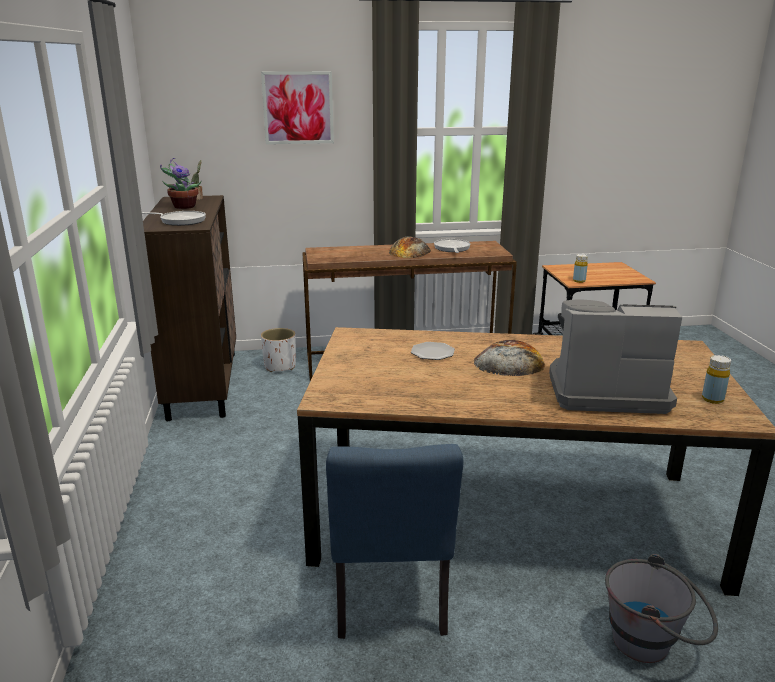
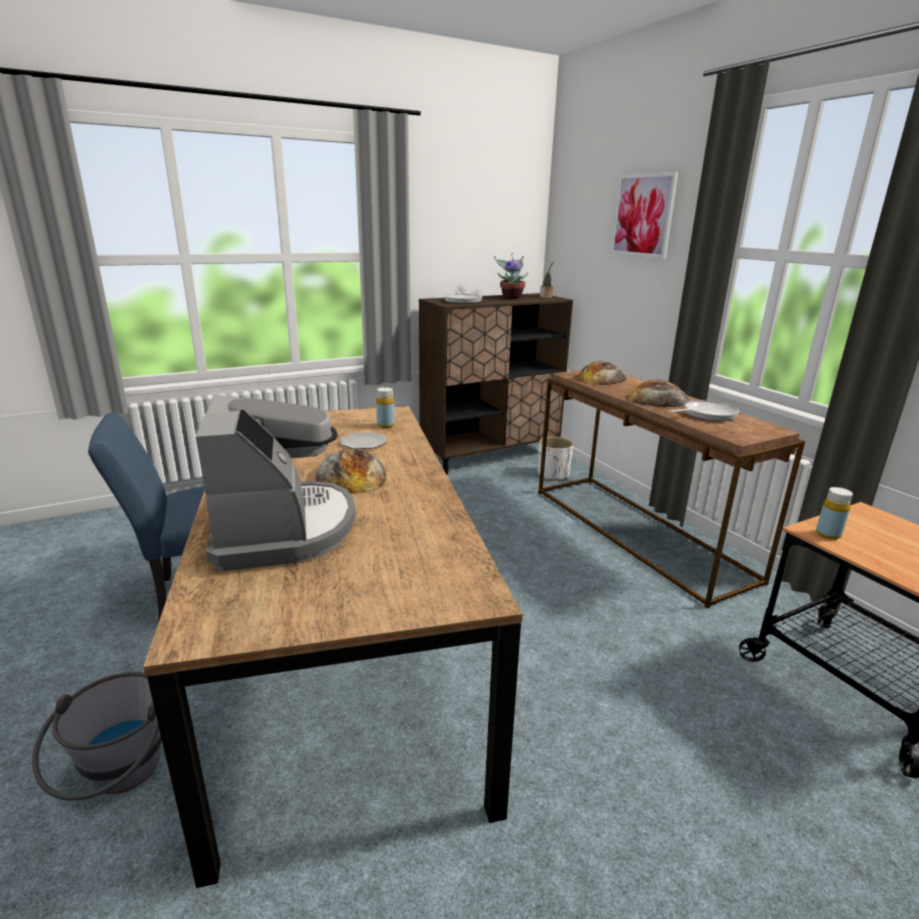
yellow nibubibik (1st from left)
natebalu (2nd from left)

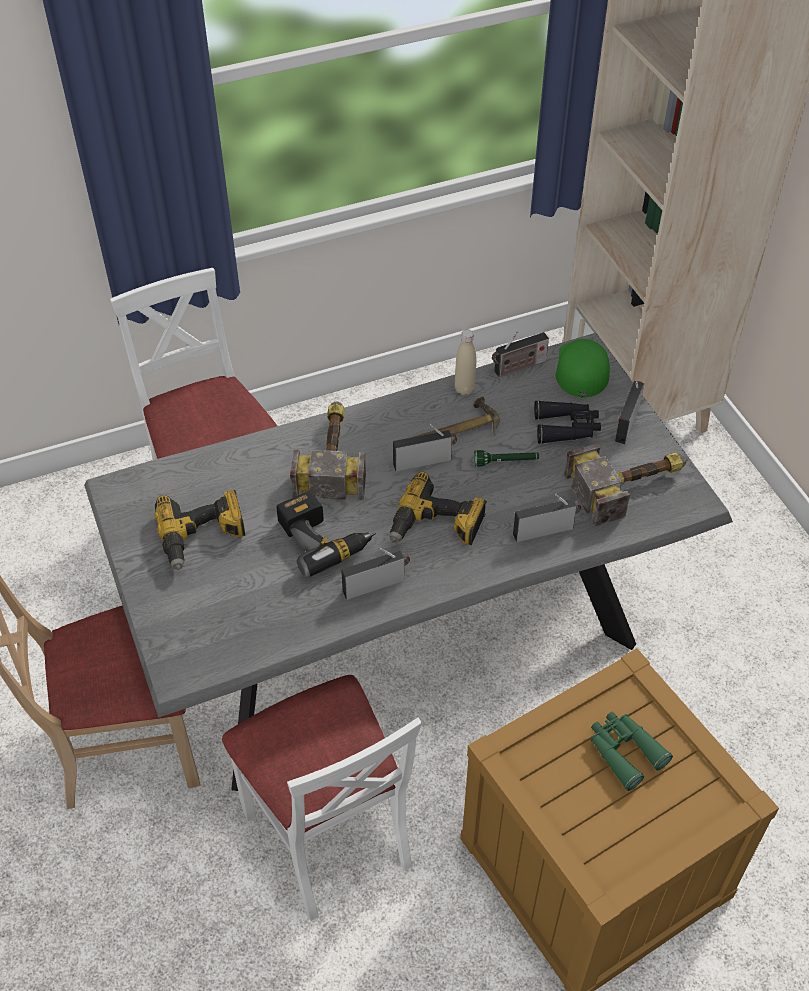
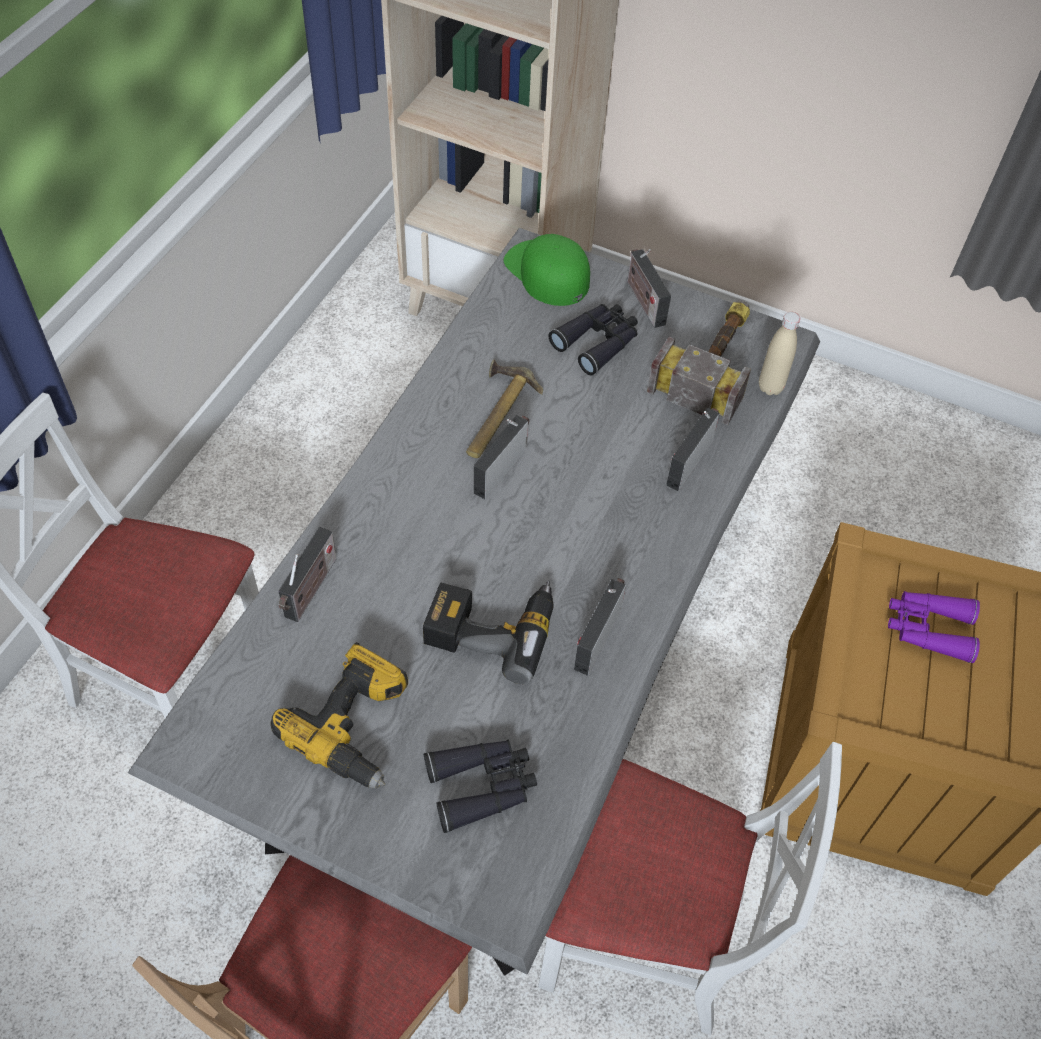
beige nibubibik
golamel (1st from left)
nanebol (1st from left in the first image)
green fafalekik
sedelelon (3rd from left in the first image)
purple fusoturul
black fusoturul (1st from left)

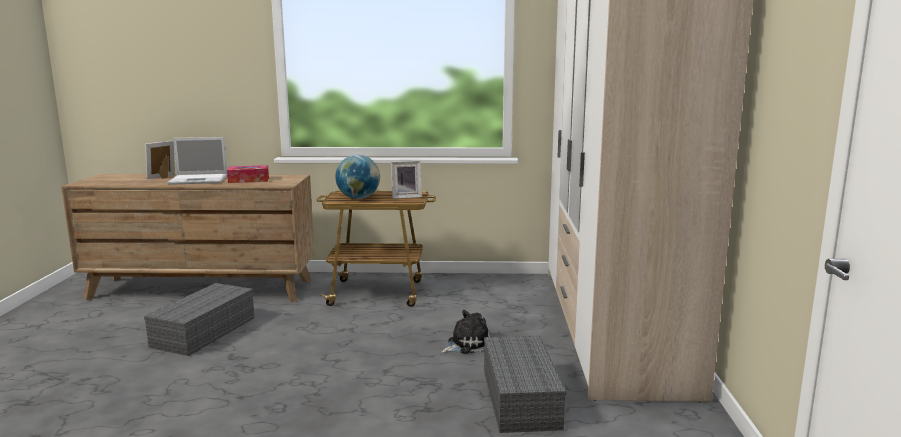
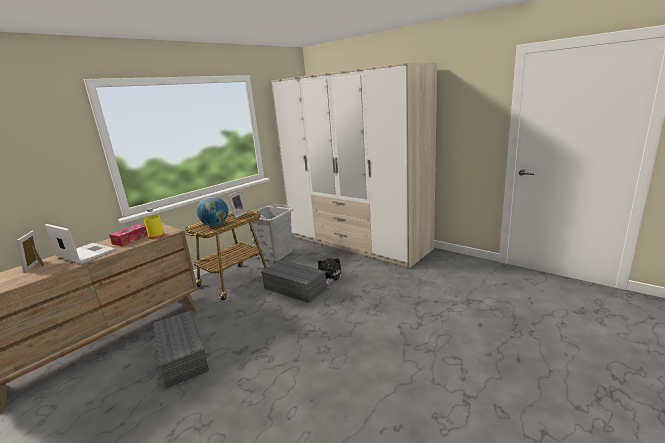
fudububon
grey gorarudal (2nd from left)
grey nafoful
yellow nibubibik

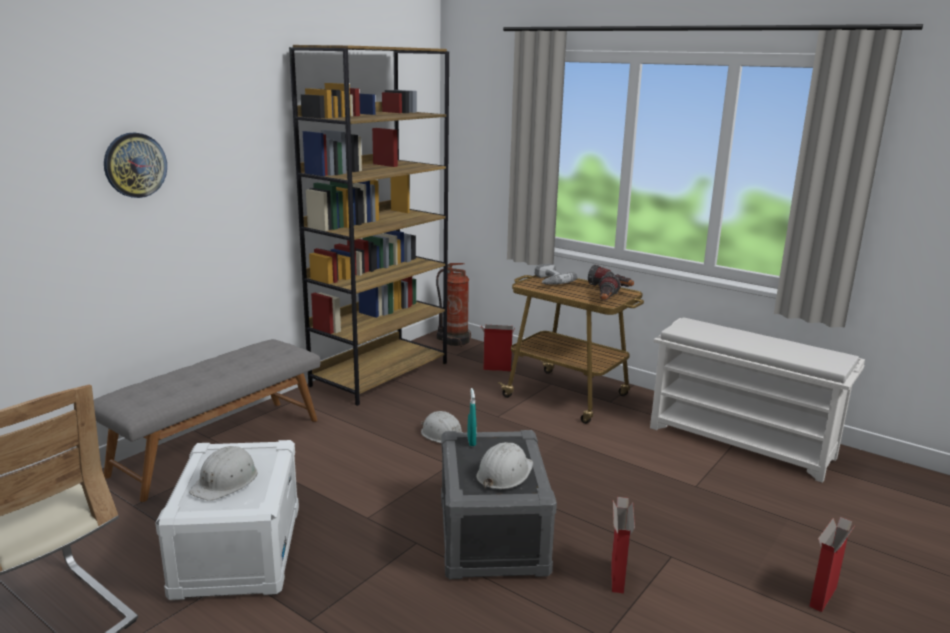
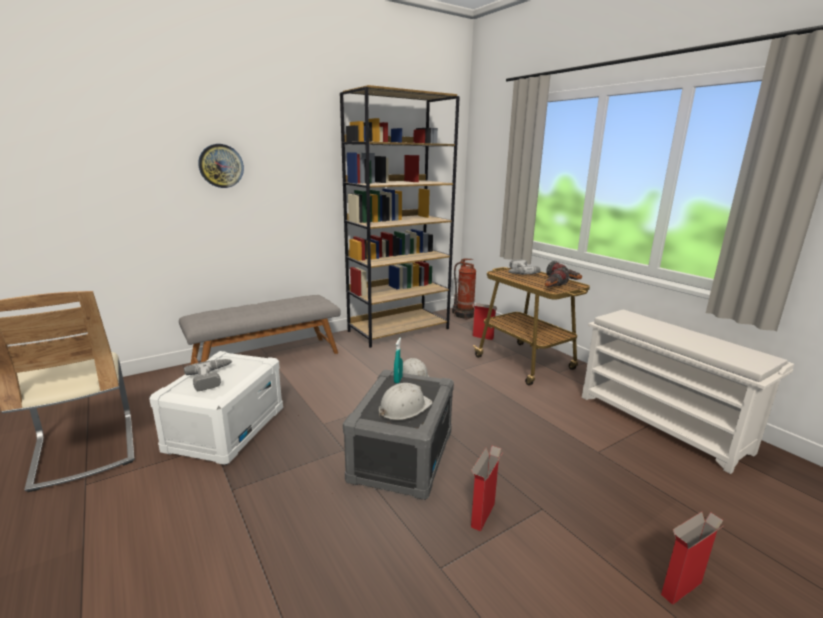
sedelelon (1st from left)

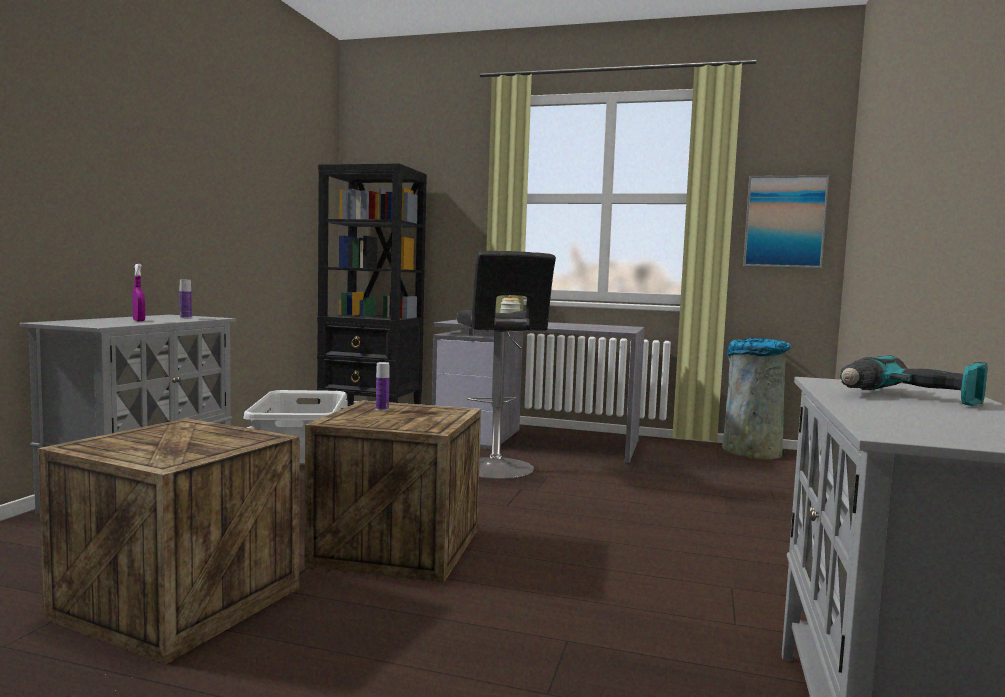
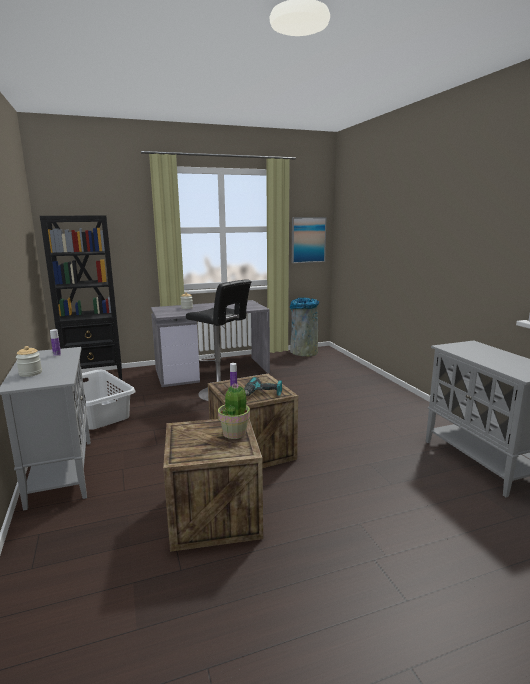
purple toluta
sedelelon
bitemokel (1st from left)
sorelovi

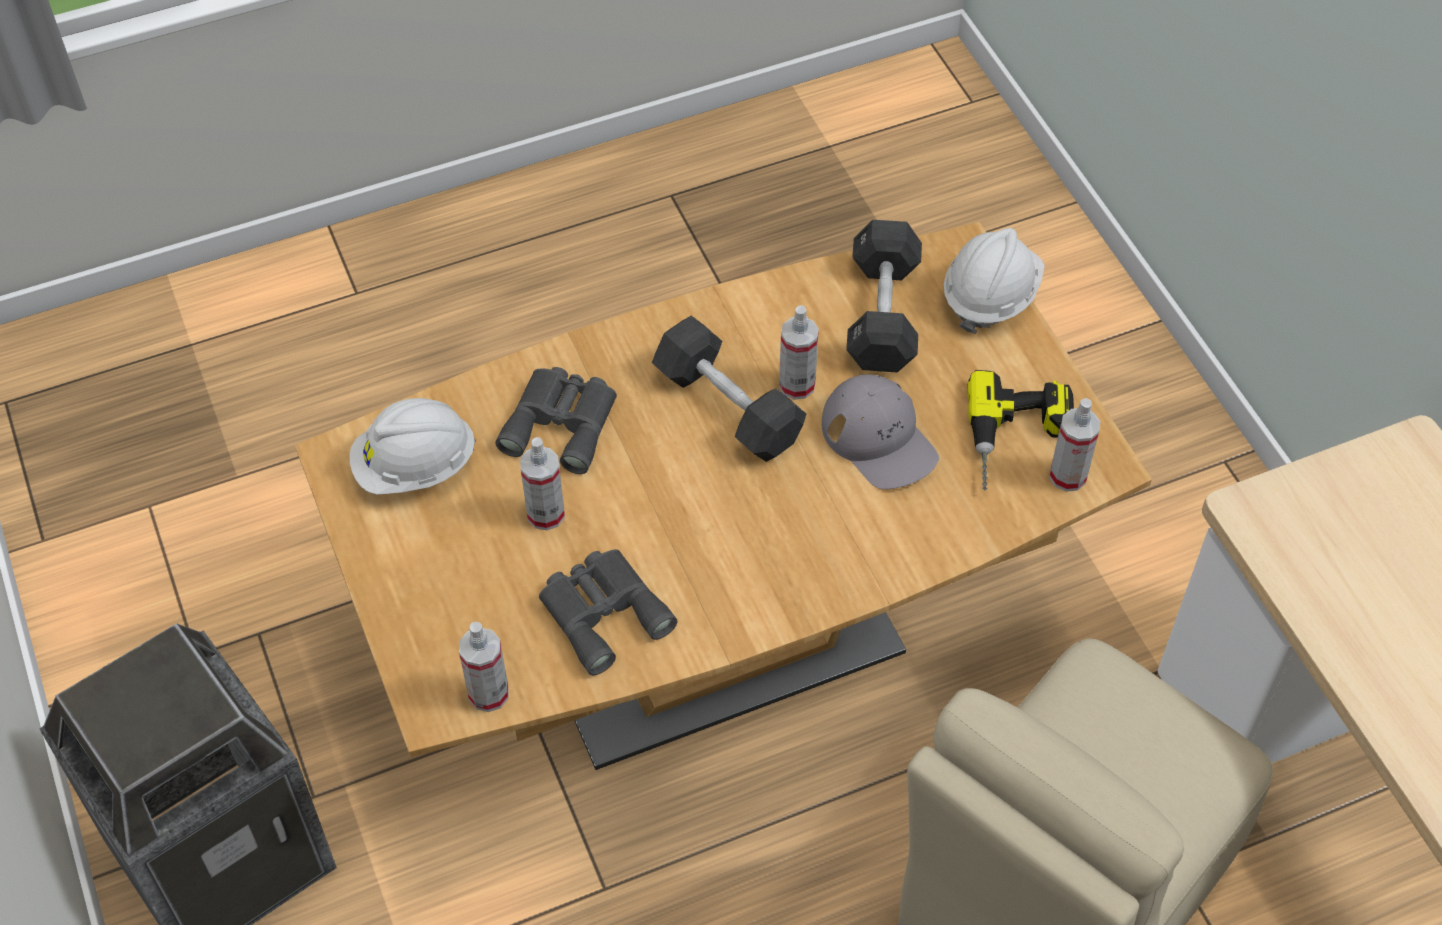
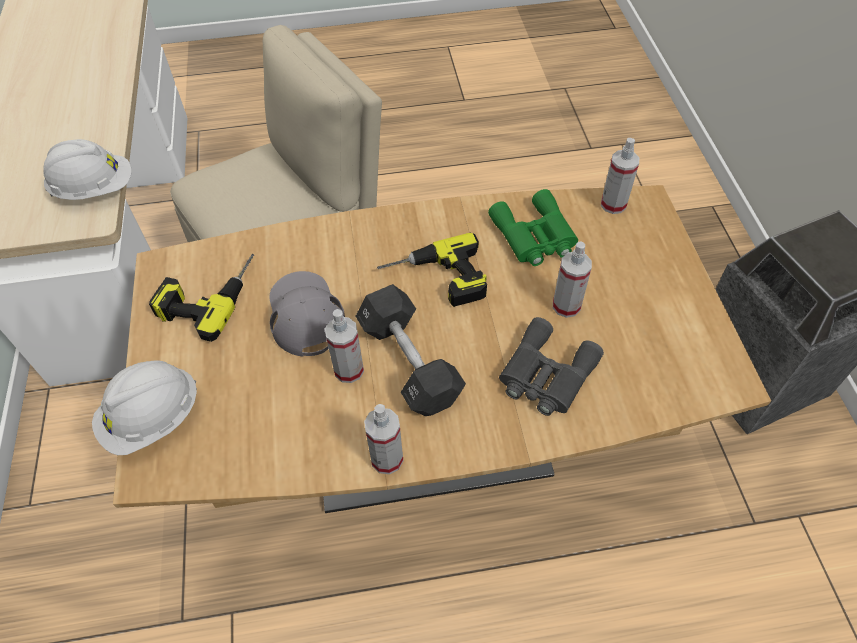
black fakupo (2nd from left in the first image)
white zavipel (1st from left)
toluta (2nd from left)
green fusoturul
sedelelon (2nd from left)

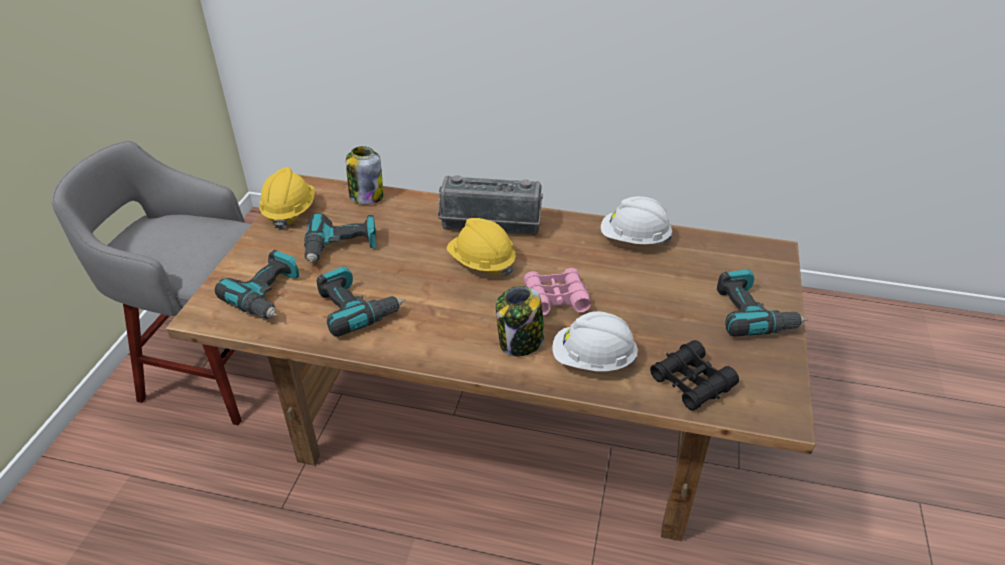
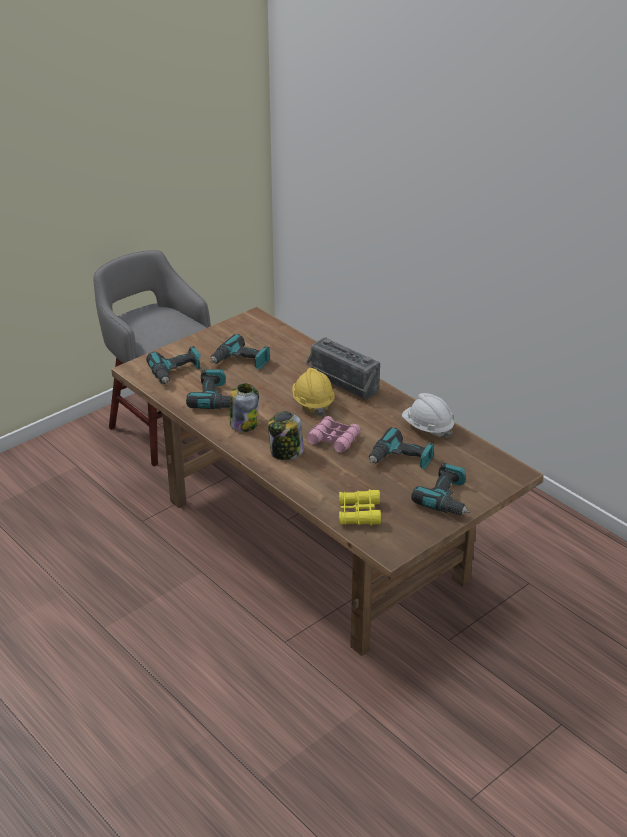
bitemokel (1st from left)
yellow zavipel (1st from left in the first image)
white zavipel (1st from left in the first image)
yellow fusoturul
sedelelon (4th from left)

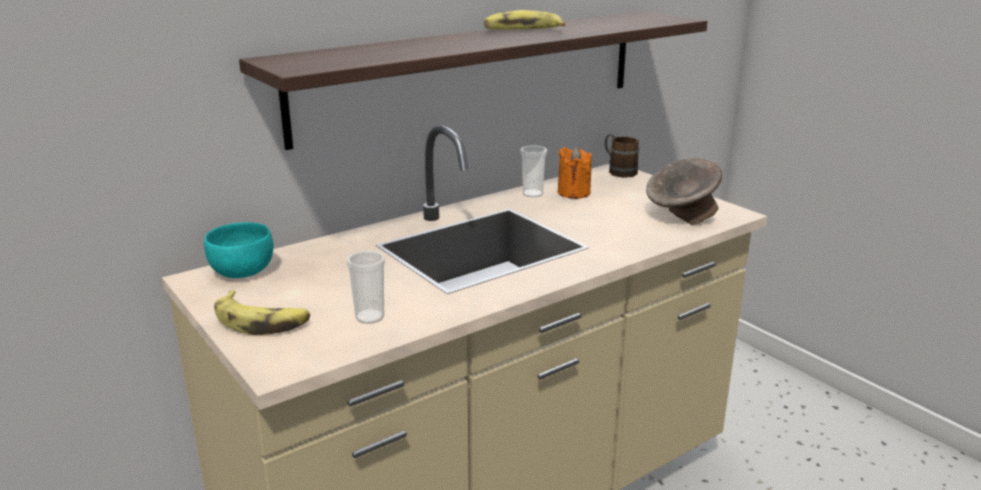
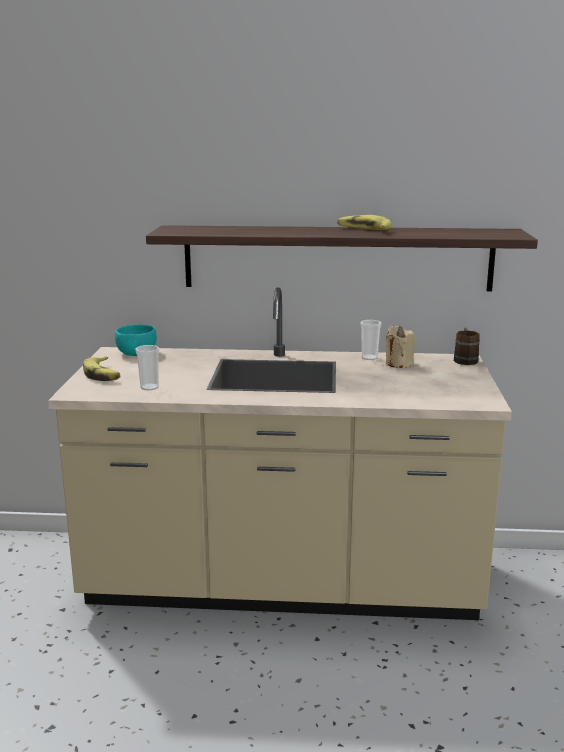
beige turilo
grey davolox

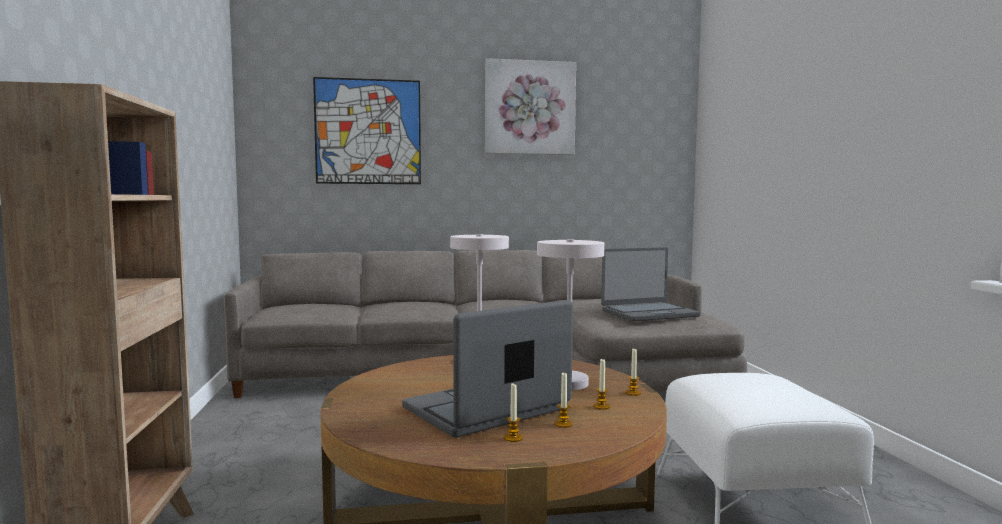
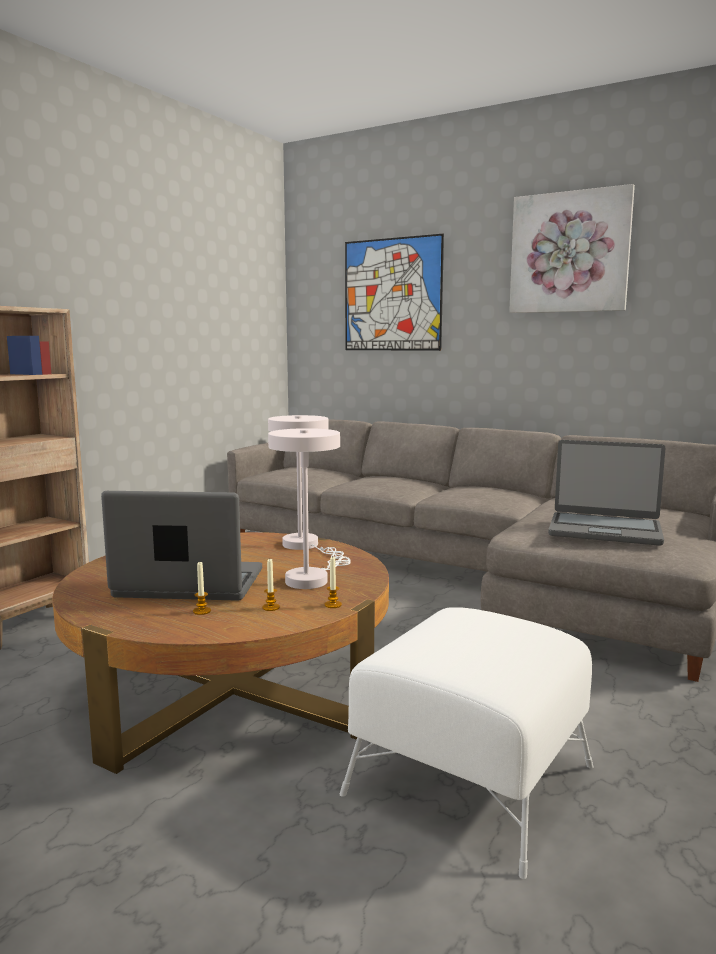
turilo (1st from left in the first image)

